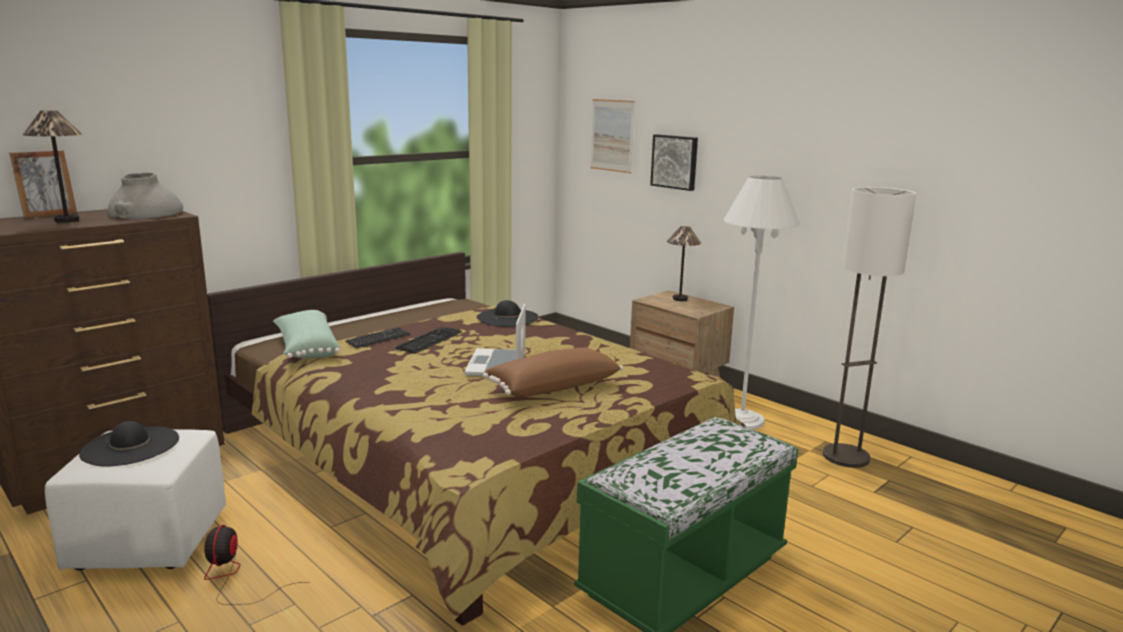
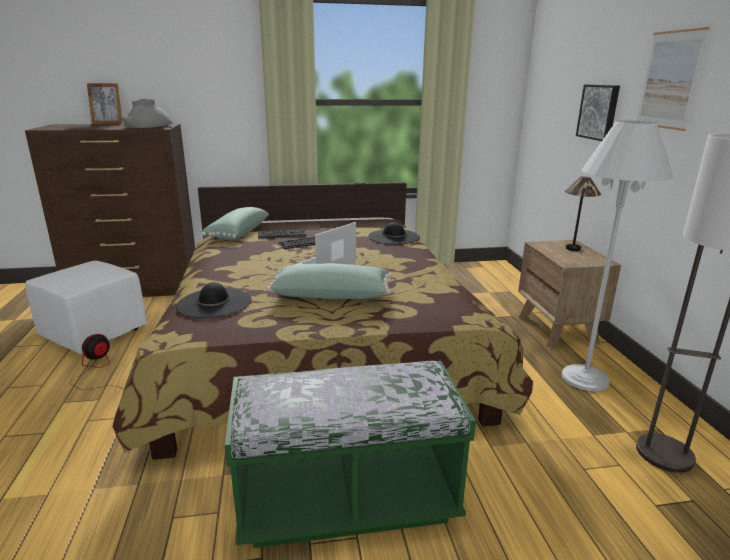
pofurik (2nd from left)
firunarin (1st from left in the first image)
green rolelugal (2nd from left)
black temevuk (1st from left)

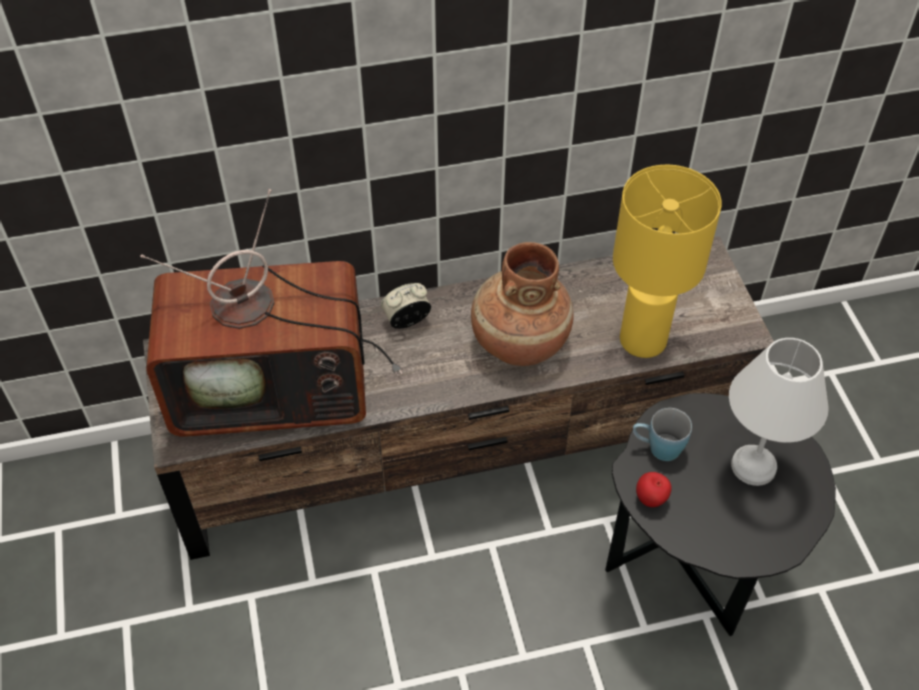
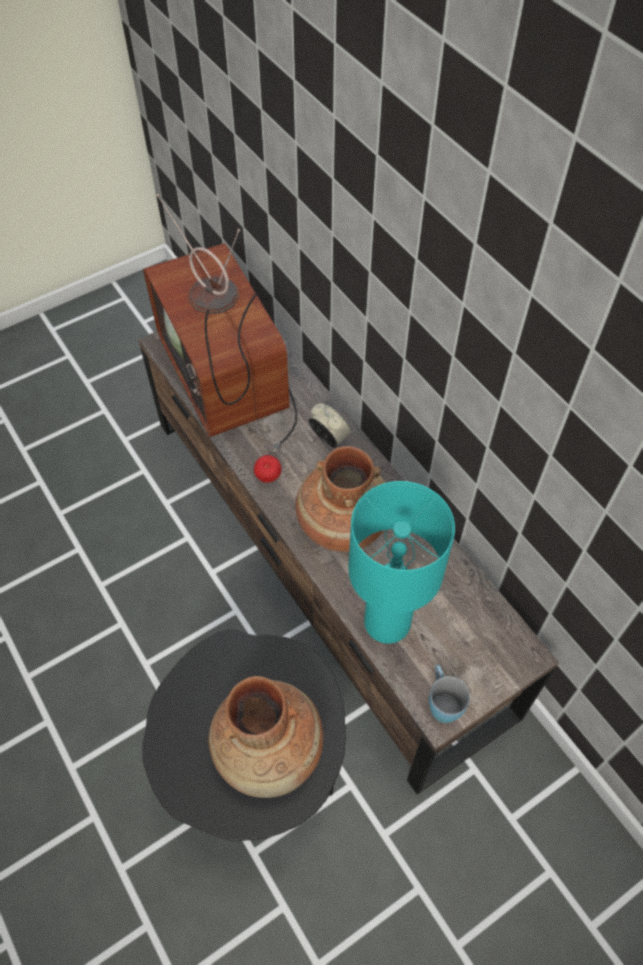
turquoise firunarin
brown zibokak (1st from left)
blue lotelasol
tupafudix

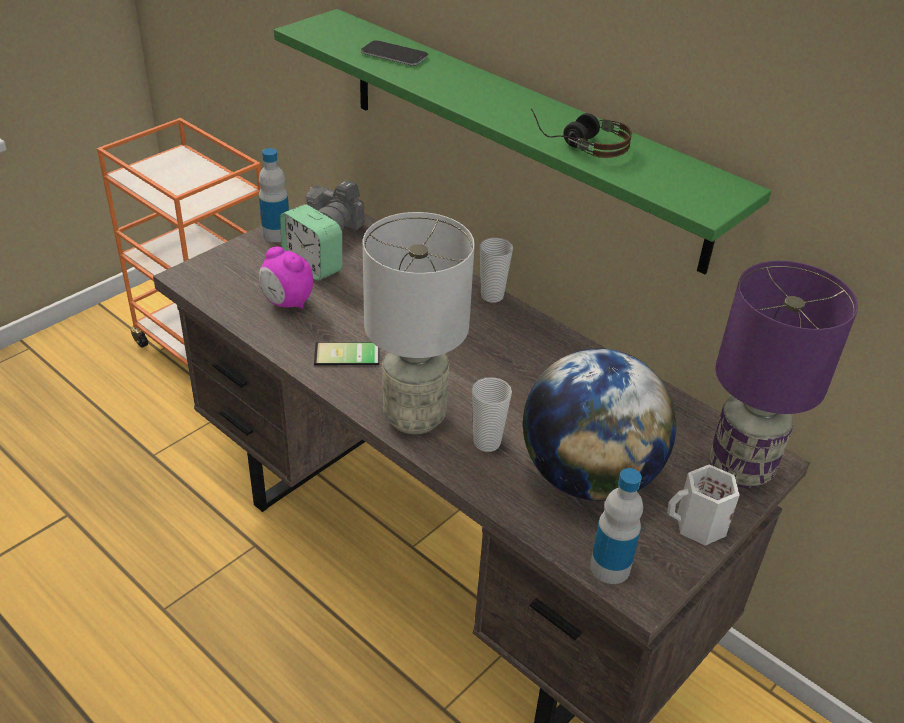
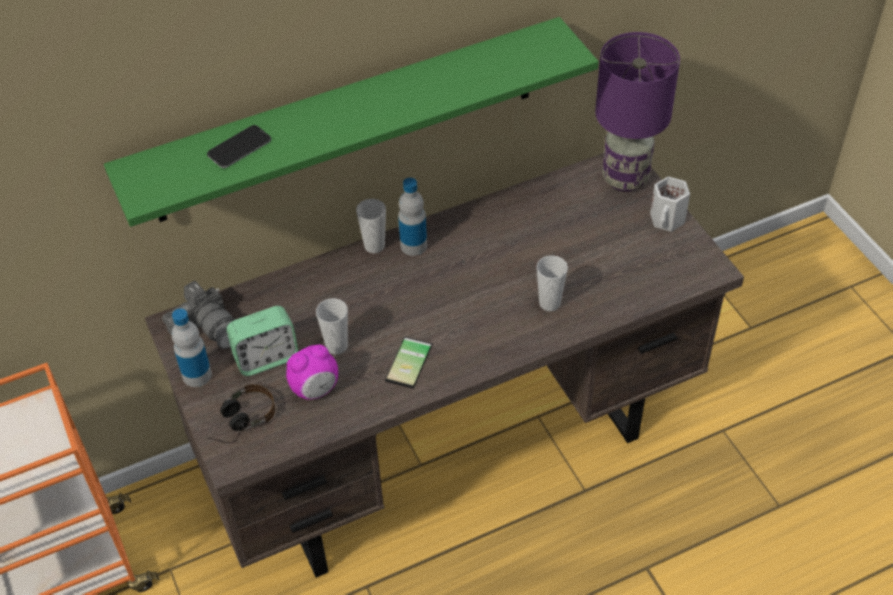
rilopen
grey firunarin
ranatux
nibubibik (2nd from left)
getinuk (1st from left)

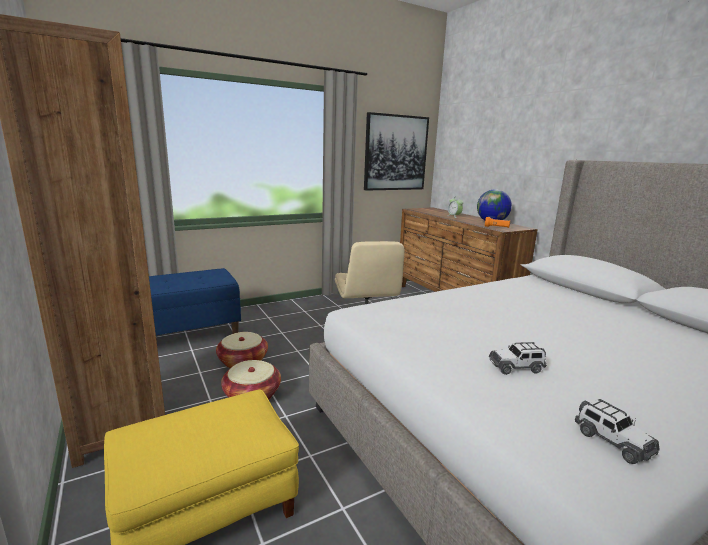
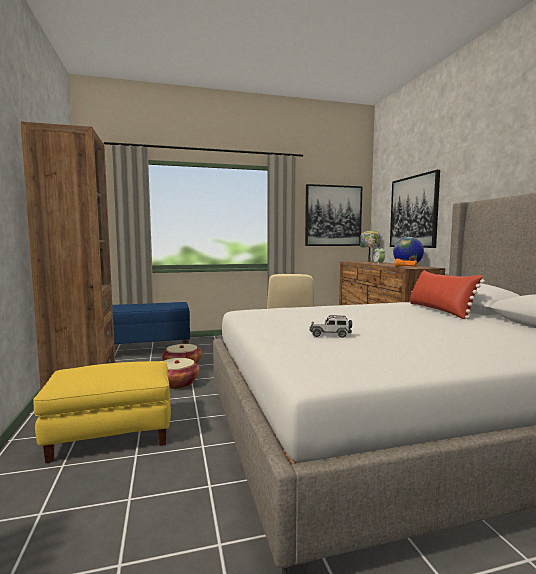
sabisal (2nd from left in the first image)
pofurik (2nd from left)
firunarin
red rolelugal

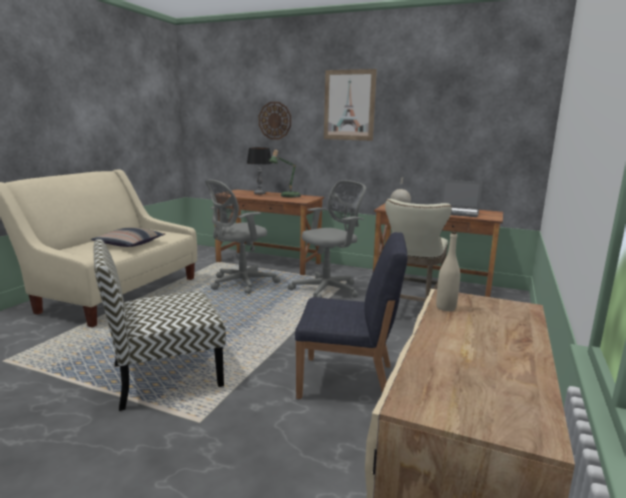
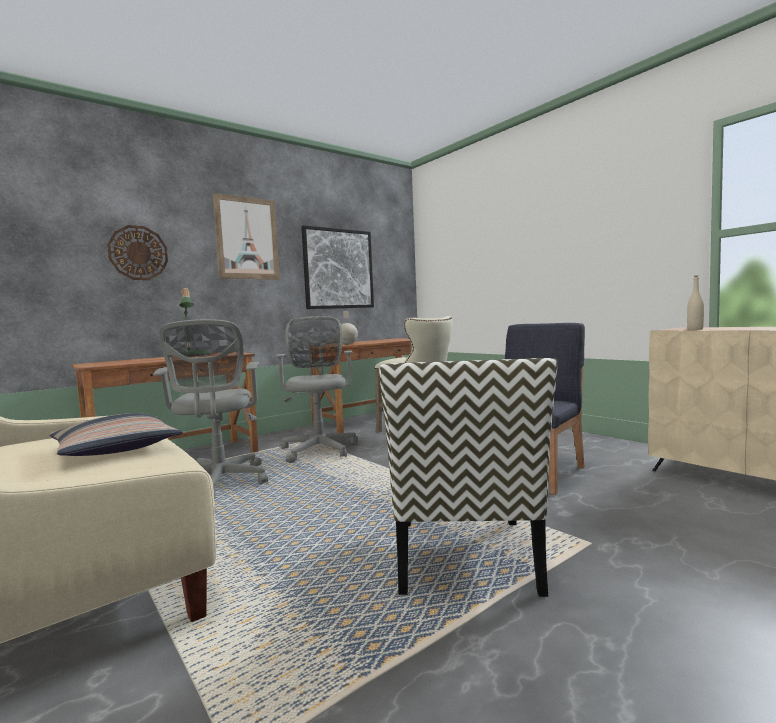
firunarin (1st from left in the first image)
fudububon
pofurik (2nd from left)

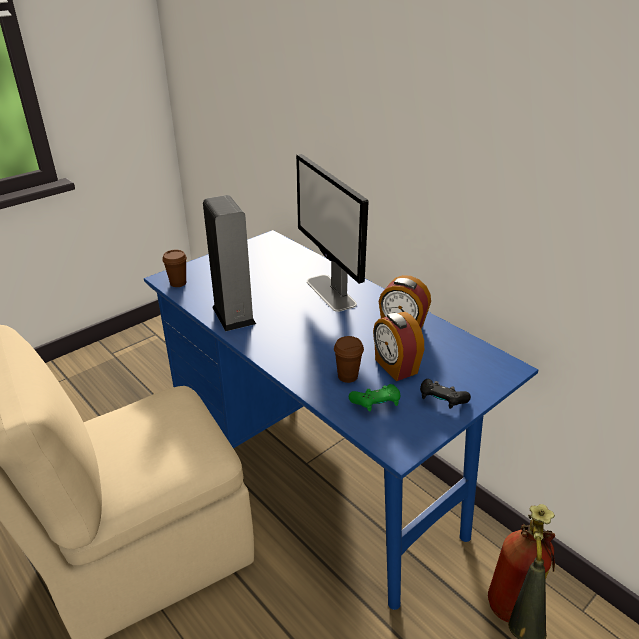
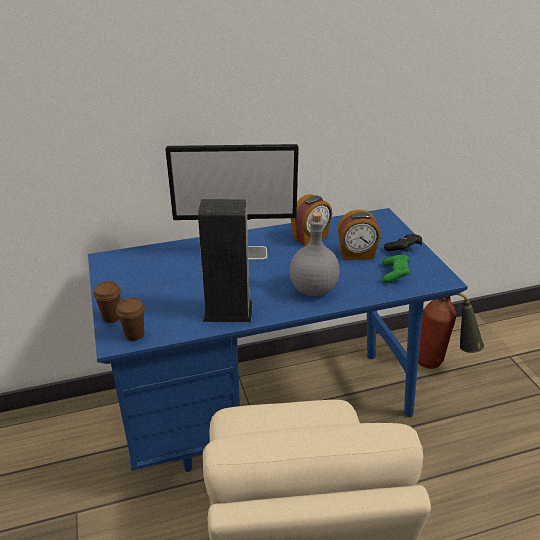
brown getinuk (1st from left)
grey nibubibik

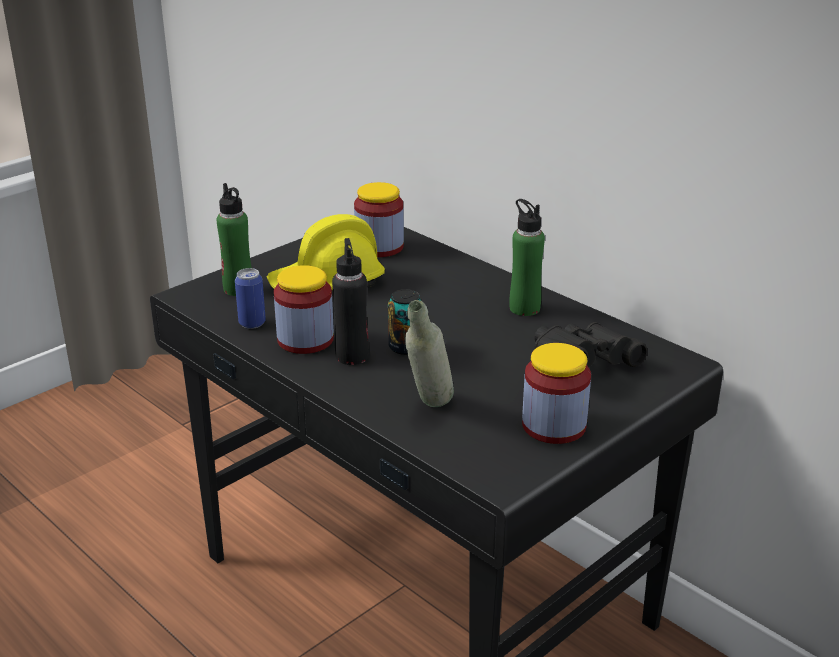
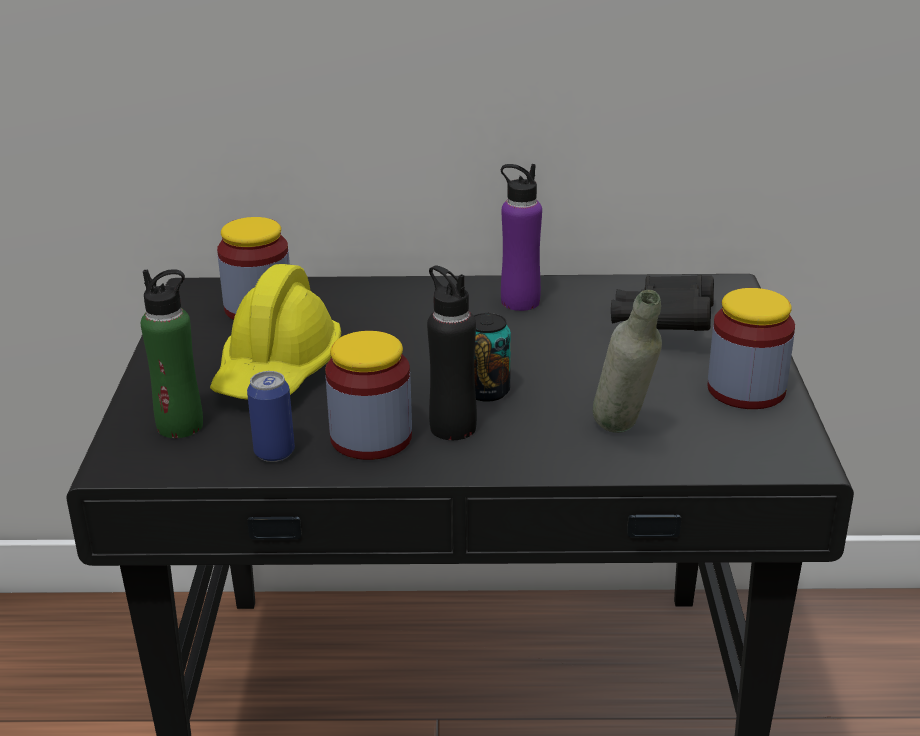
purple nibubibik

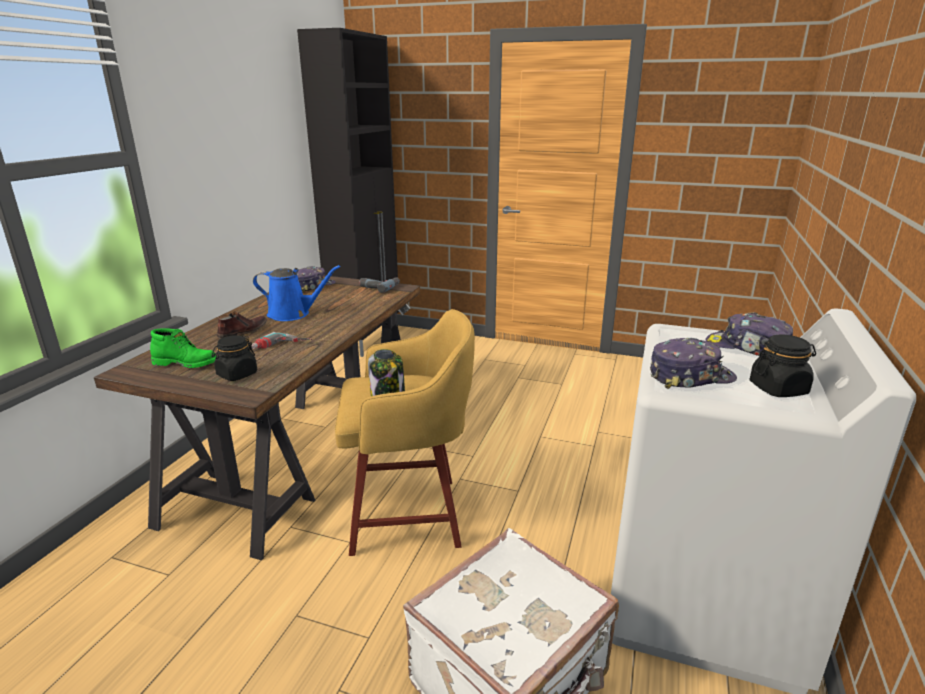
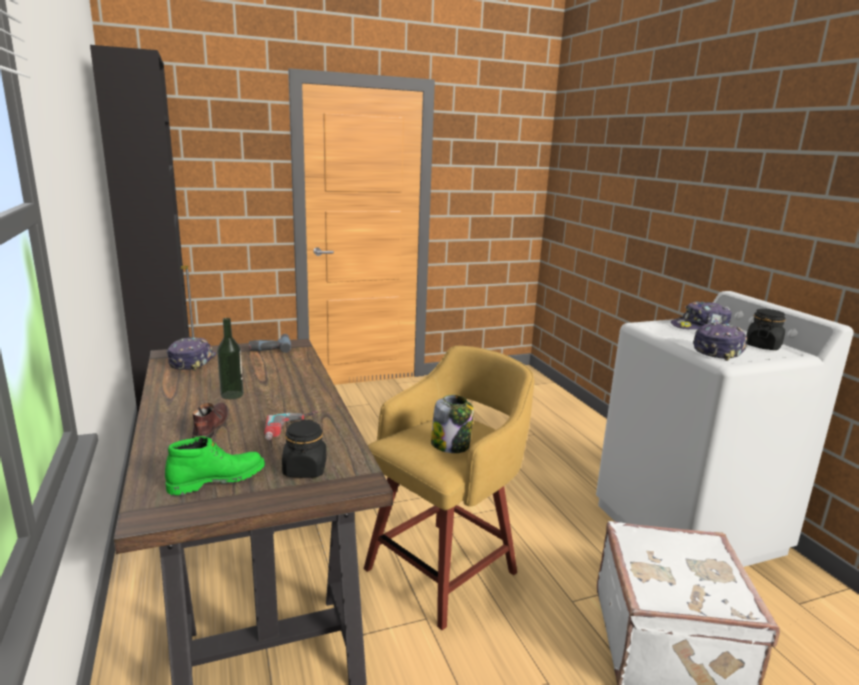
nibubibik

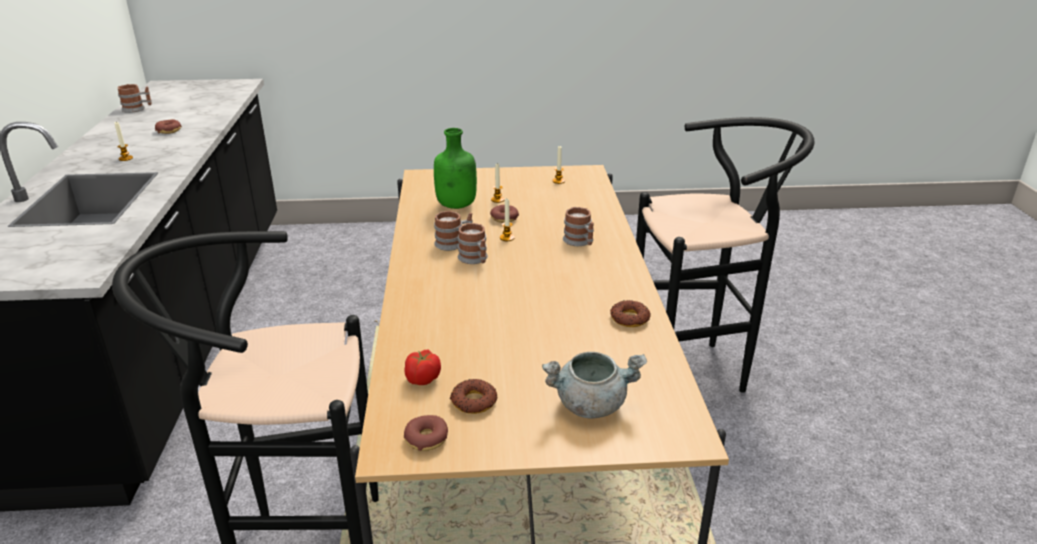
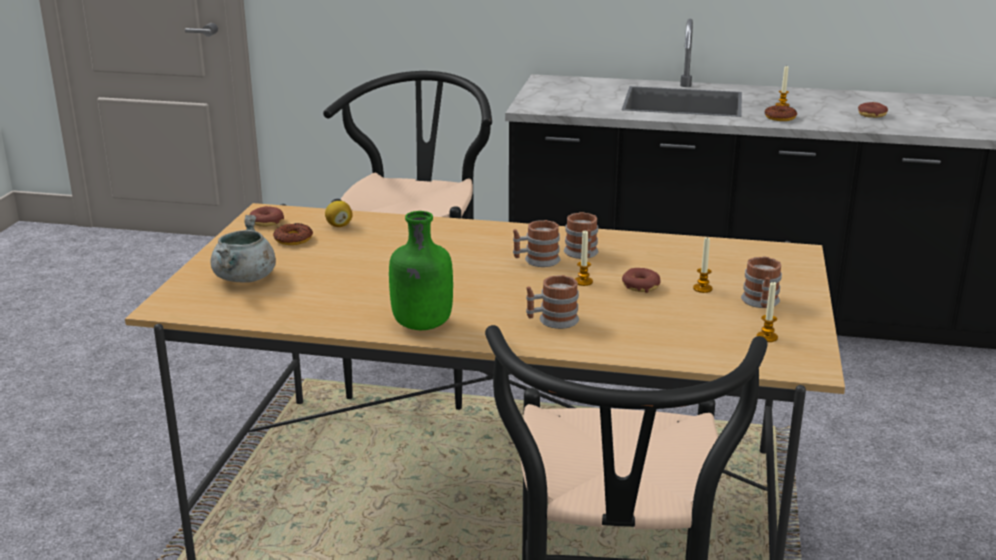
lotelasol (4th from left)
green nibubibik
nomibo (4th from left)
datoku

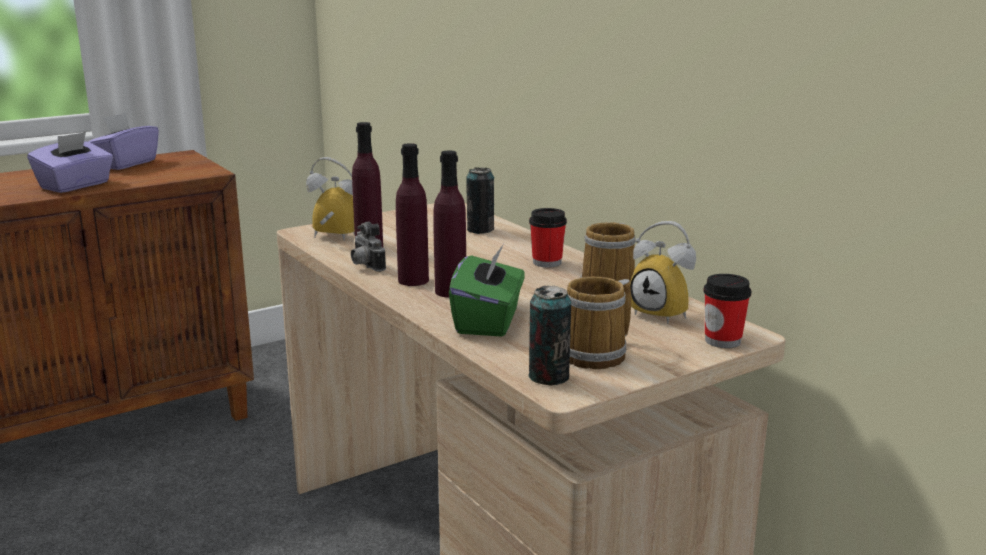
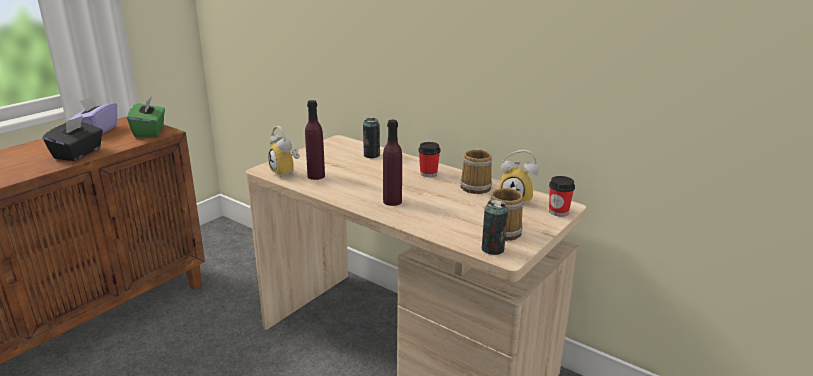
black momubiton
purple nibubibik (2nd from left in the first image)
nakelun (1st from left)
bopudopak
green momubiton

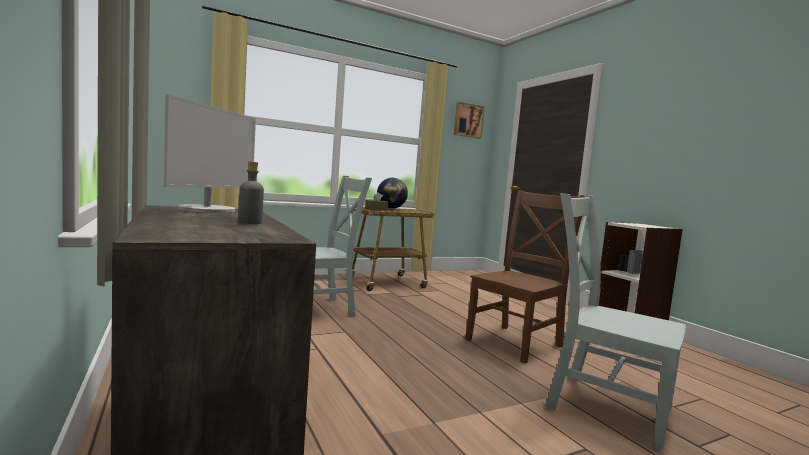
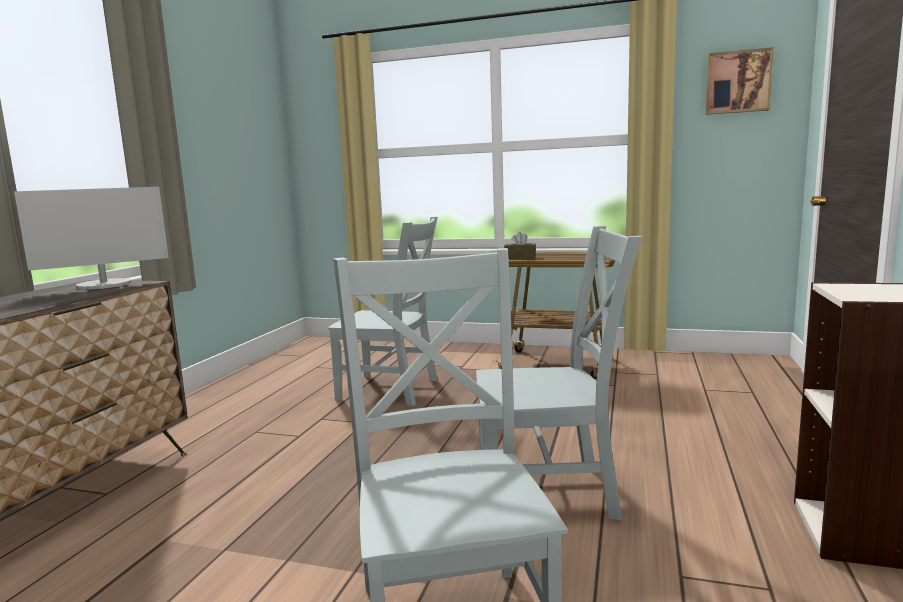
grey nibubibik
ranatux
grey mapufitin (3rd from left)

